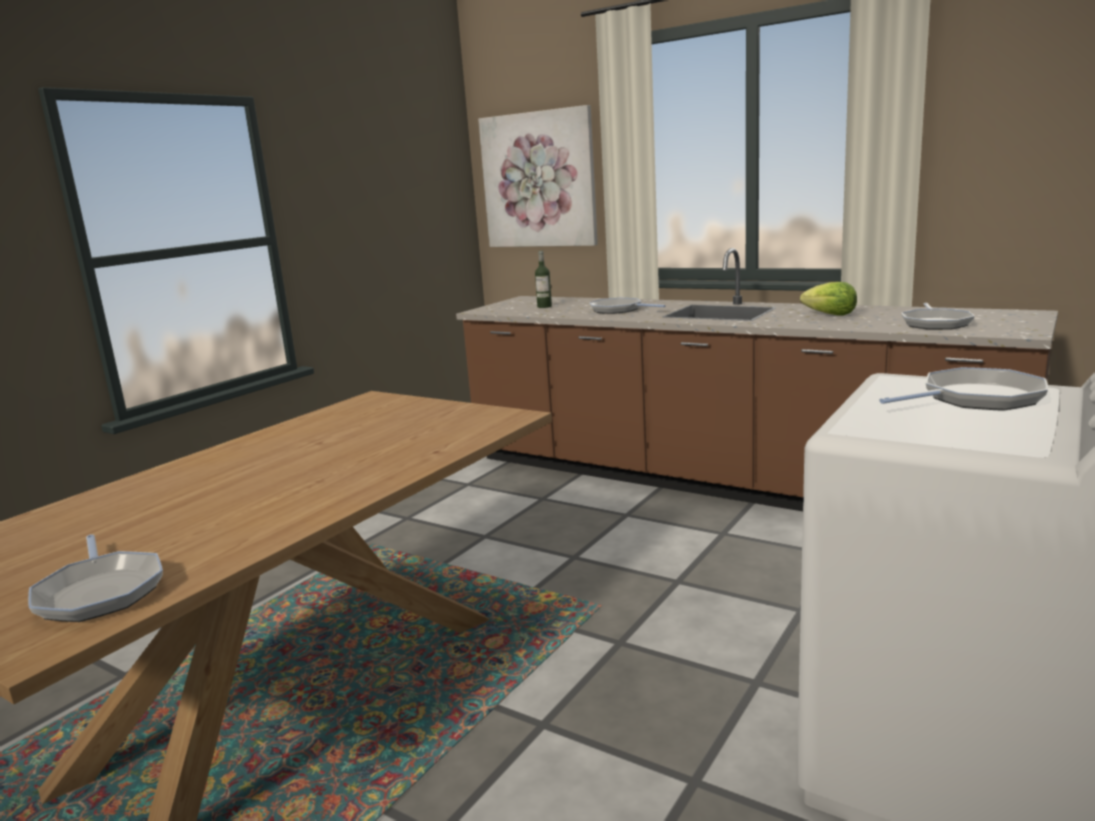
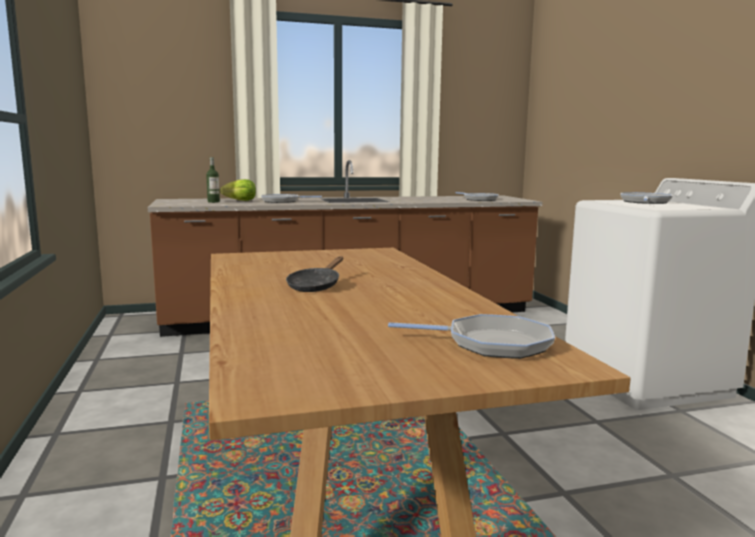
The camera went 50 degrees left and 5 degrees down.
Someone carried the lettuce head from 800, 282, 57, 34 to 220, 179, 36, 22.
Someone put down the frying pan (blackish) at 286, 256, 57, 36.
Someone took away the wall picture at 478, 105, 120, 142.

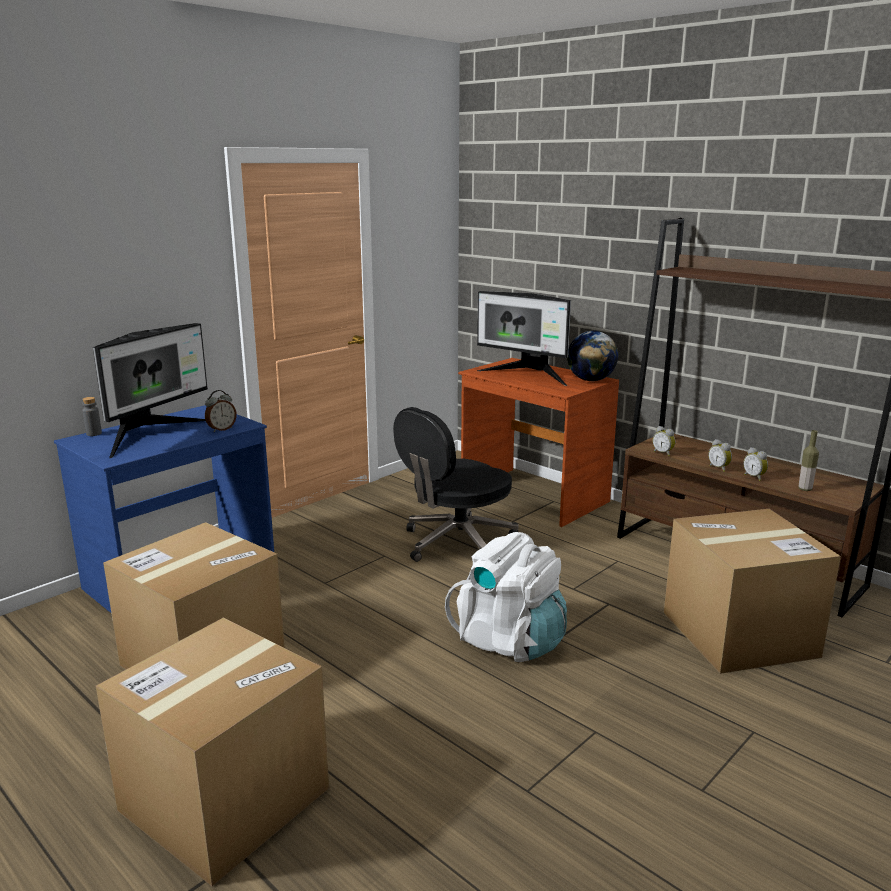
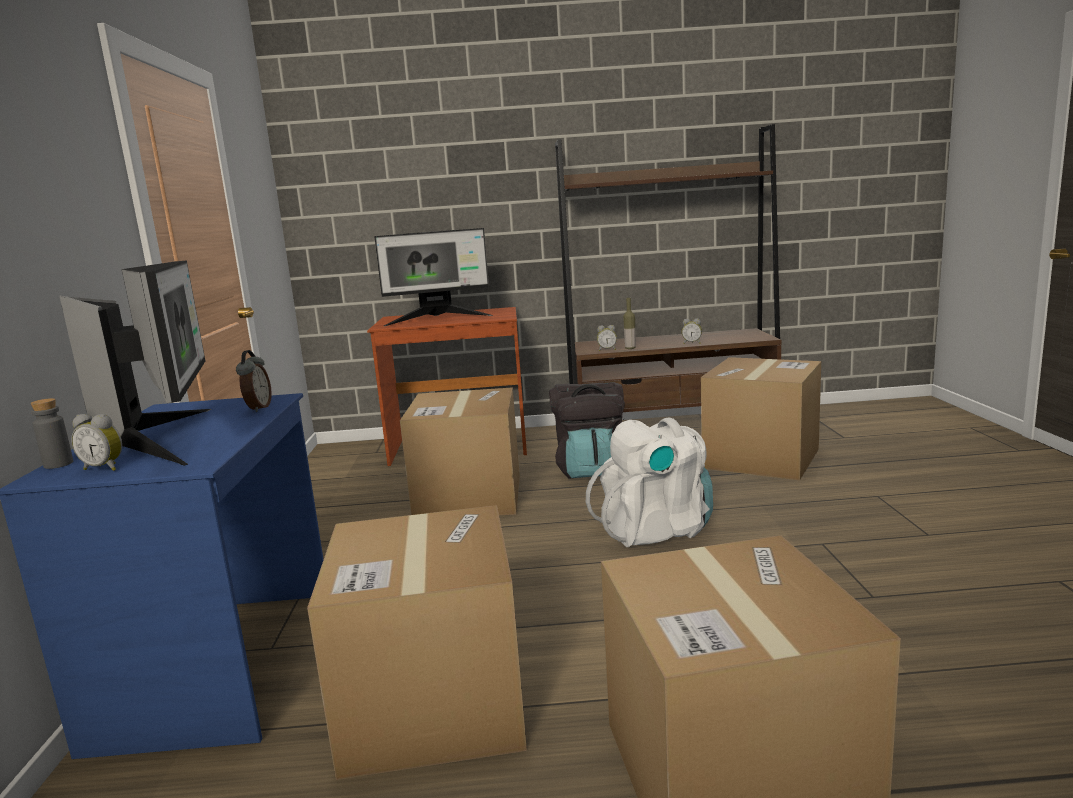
The camera went 45 degrees left and 5 degrees down.
Someone carried the alarm clock from 708, 439, 24, 33 to 71, 414, 51, 57.
Someone swapped the computer chair (blackish) at 393, 407, 126, 155 for the carton at 400, 387, 120, 128.
Someone put down the knapsack (blackish) at 549, 382, 76, 97.
Someone carried the drink bottle from 799, 430, 20, 61 to 623, 298, 13, 51.
Someone took away the globe at 567, 331, 51, 50.

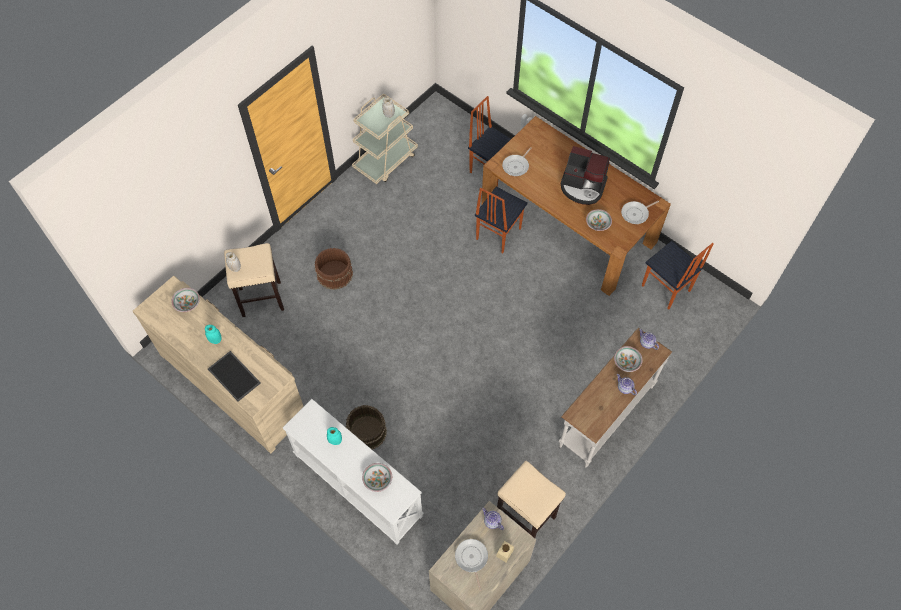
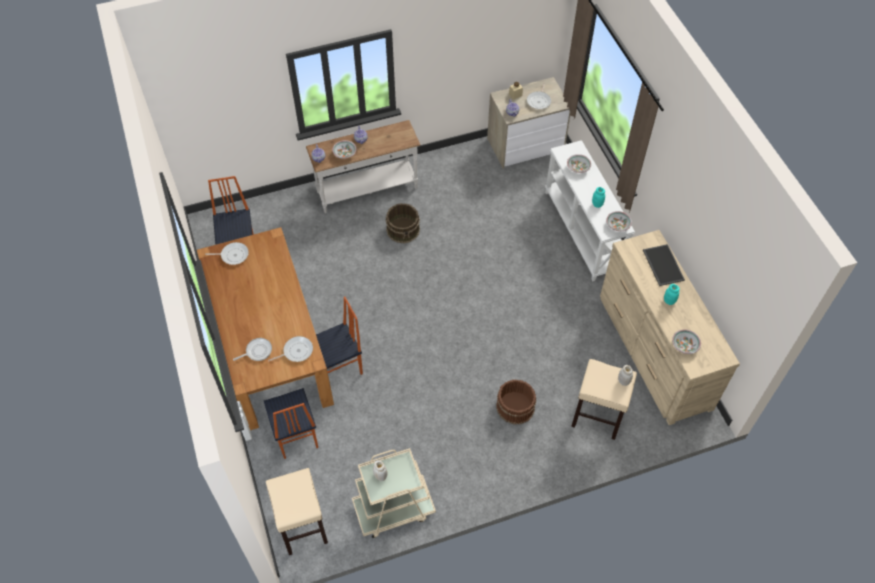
The camera went 150 degrees left and 5 degrees down.
Someone put down the frying pan at 233, 338, 39, 23.
Someone carried the stool (beige-coloured) from 497, 461, 69, 77 to 266, 468, 62, 87.
Someone carried the water bucket (brown-coloured) from 346, 405, 41, 44 to 385, 203, 35, 41.
Someone carried the serving bowl from 586, 209, 26, 22 to 606, 211, 26, 20.
Someone took away the coffee machine at 561, 146, 49, 59.

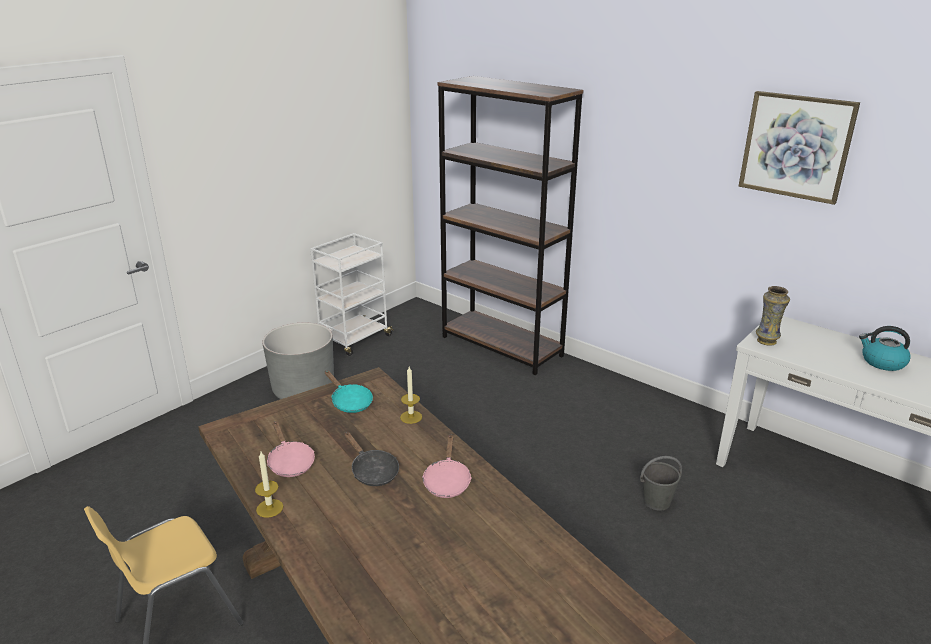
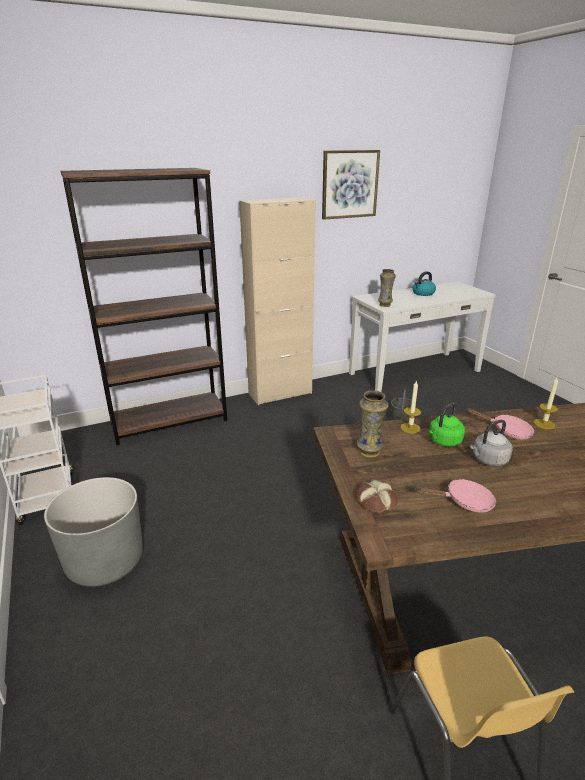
The camera went 65 degrees left and 0 degrees up.
Someone put down the cupboard (beige-coloured) at 239, 197, 77, 208.
Someone put down the bakery bread at 356, 480, 42, 33.
Someone swapped the frying pan (turquoise-coloured) at 325, 371, 48, 42 for the flower vase at 357, 390, 31, 68.
Someone put down the water kettle (green) at 429, 402, 36, 45.
Someone swapped the frying pan (blackish) at 344, 432, 55, 54 for the water kettle (grey) at 470, 420, 43, 46.
Someone carried the wax candle from 255, 452, 28, 66 to 534, 377, 24, 52.

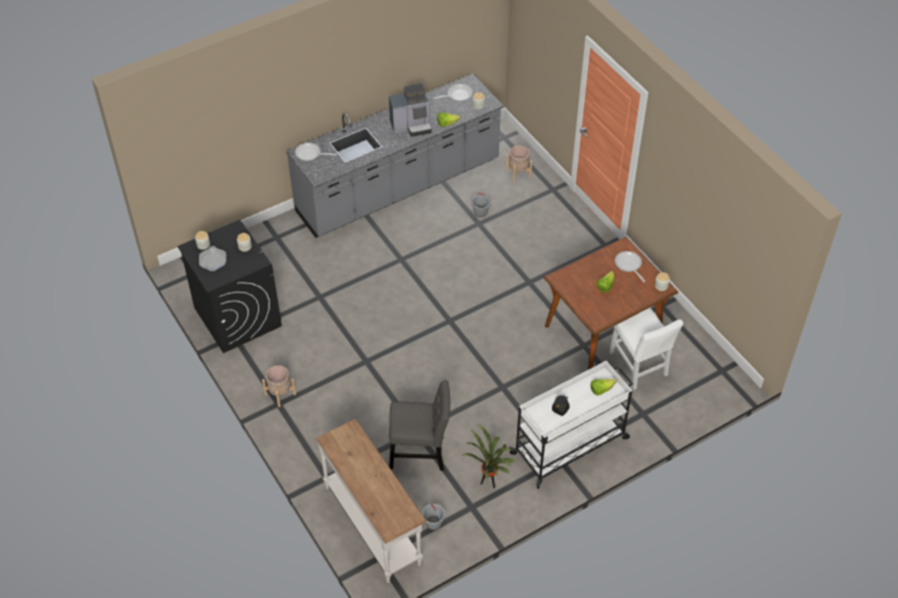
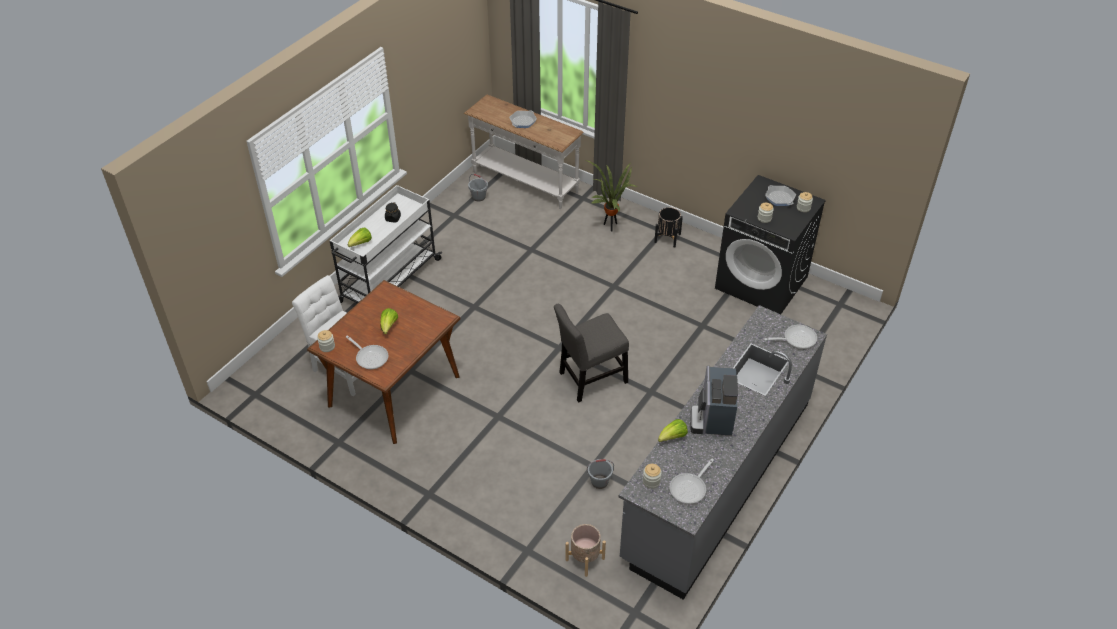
The camera went 155 degrees right and 5 degrees down.
Someone put down the frying pan at 509, 111, 28, 17.
Someone carried the upright chair (grey) from 389, 380, 62, 91 to 554, 304, 75, 99.
Someone carried the potted plant from 462, 424, 53, 65 to 586, 160, 52, 72.
Someone repainted the flower pot (beige-coloured) at 262, 365, 34, 42, which became the flower pot (blackish) at 654, 207, 29, 41.
Someone rotated the coffee machine at 389, 84, 43, 53 by 45 degrees counterclockwise.

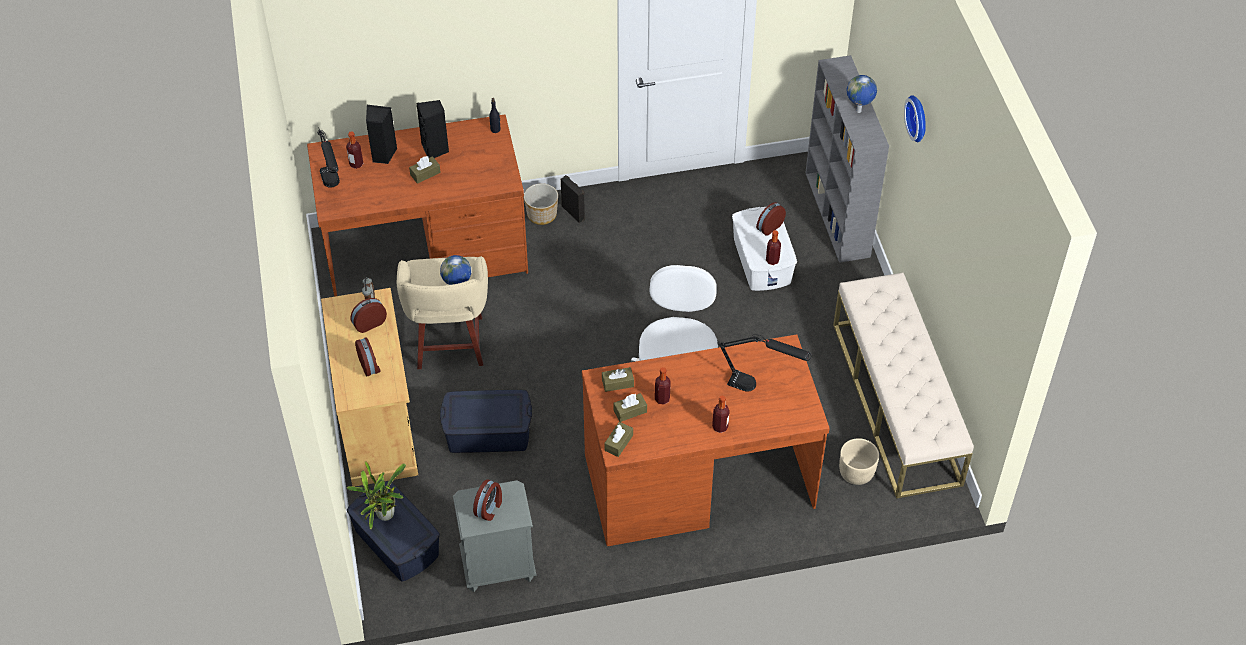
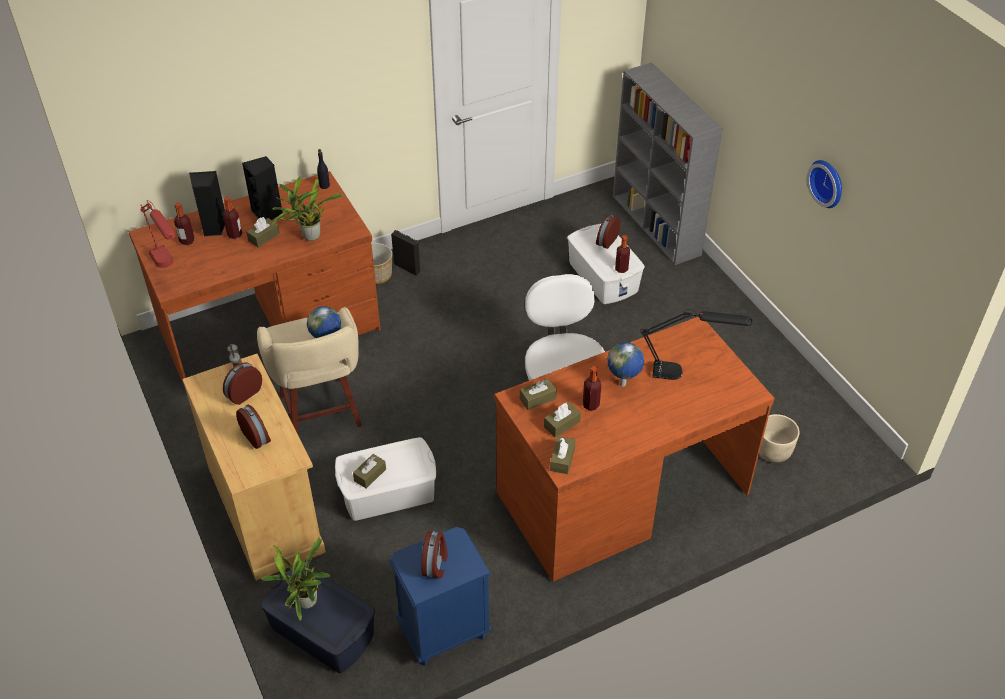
The camera went 15 degrees left and 5 degrees down.
Someone repainted the table lamp (blackish) at 317, 129, 23, 59, which became the table lamp (red-coloured) at 140, 200, 36, 68.
Someone carried the drink bottle from 712, 395, 18, 38 to 223, 197, 19, 42.
Someone put down the potted plant at 272, 177, 71, 64.
Someone repainted the storage container (blue) at 440, 390, 92, 63, which became the storage container (whitish) at 335, 437, 101, 84.
Someone put down the box of tissues (brown-coloured) at 353, 454, 33, 34.
Someone repainted the bedside table (grey) at 453, 480, 83, 112, which became the bedside table (blue) at 389, 527, 102, 139.
Someone carried the globe from 847, 75, 30, 38 to 607, 342, 37, 45.
Someone carried the clock on the wall from 904, 95, 22, 47 to 807, 160, 35, 48.
Someone took away the bench (beige-coloured) at 833, 273, 141, 225.

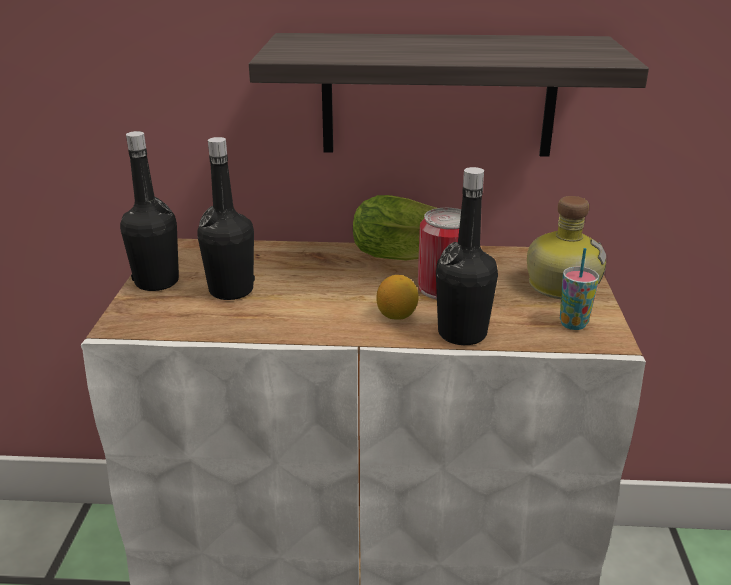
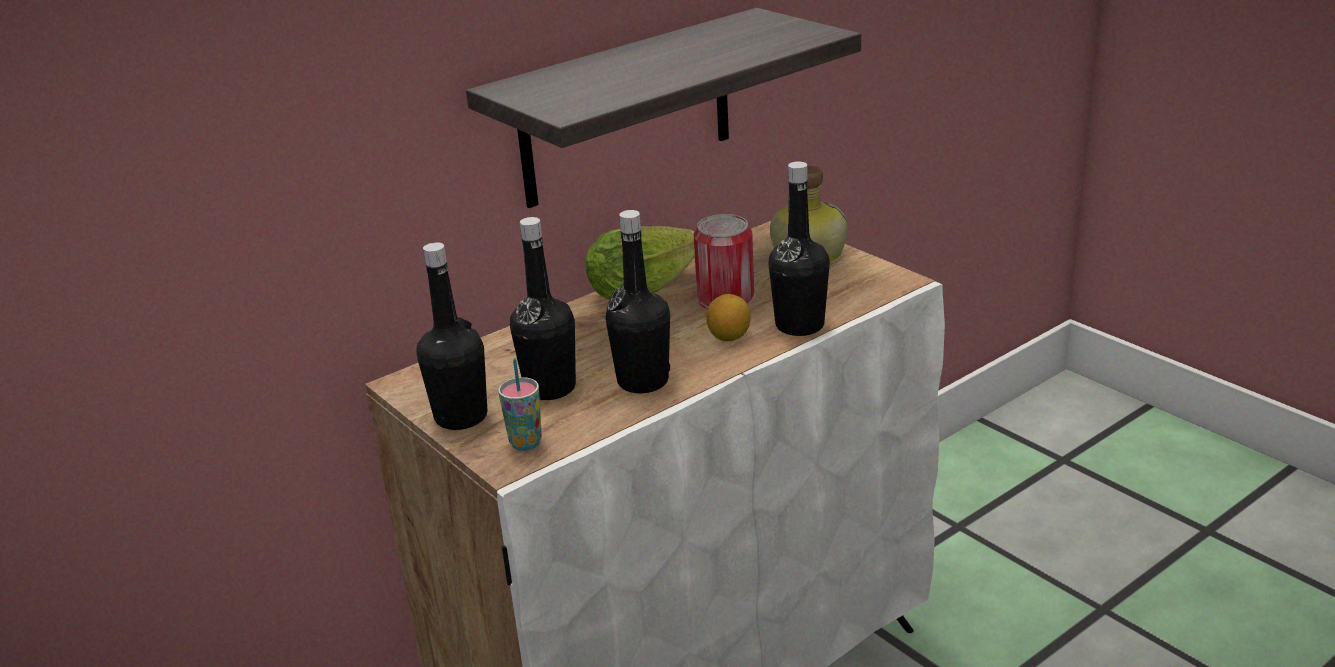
The camera went 40 degrees left and 0 degrees up.
Someone carried the cup from 560, 248, 39, 82 to 498, 358, 44, 93.
Someone put down the drink bottle (blackish) at 605, 210, 65, 183.

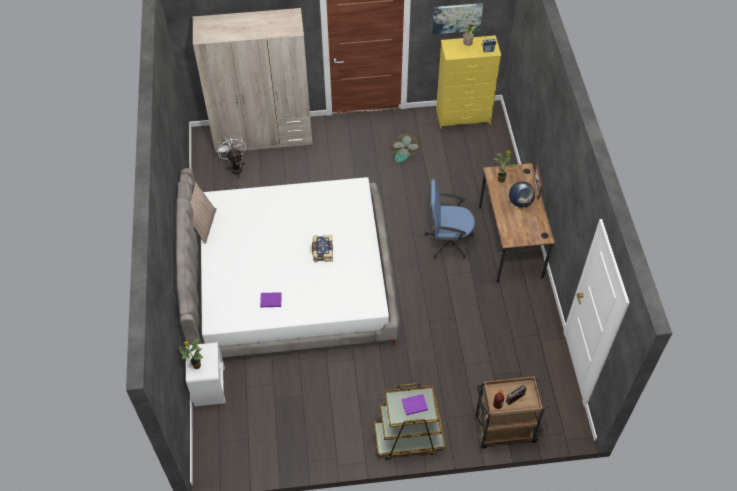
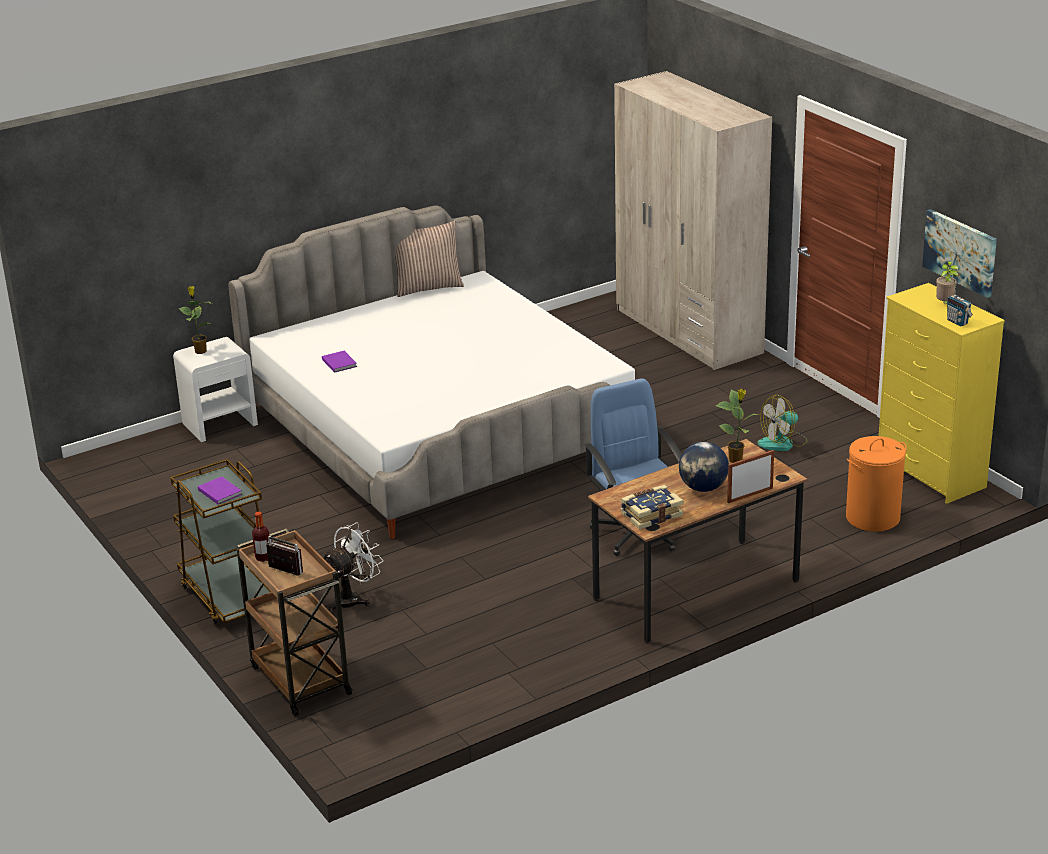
The camera went 65 degrees right and 25 degrees down.
Someone carried the fan (whitish) from 217, 135, 29, 43 to 323, 522, 60, 91.
Someone carried the volume from 312, 235, 21, 27 to 620, 485, 63, 45.
Someone put down the hamper (orange-coloured) at 846, 436, 61, 96.

